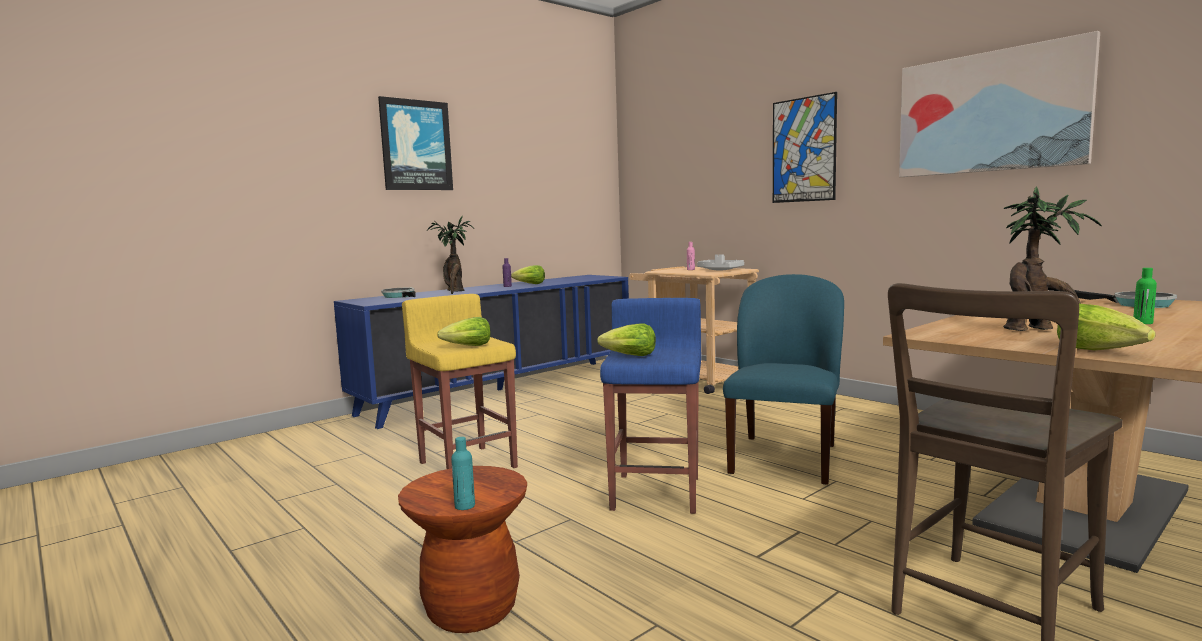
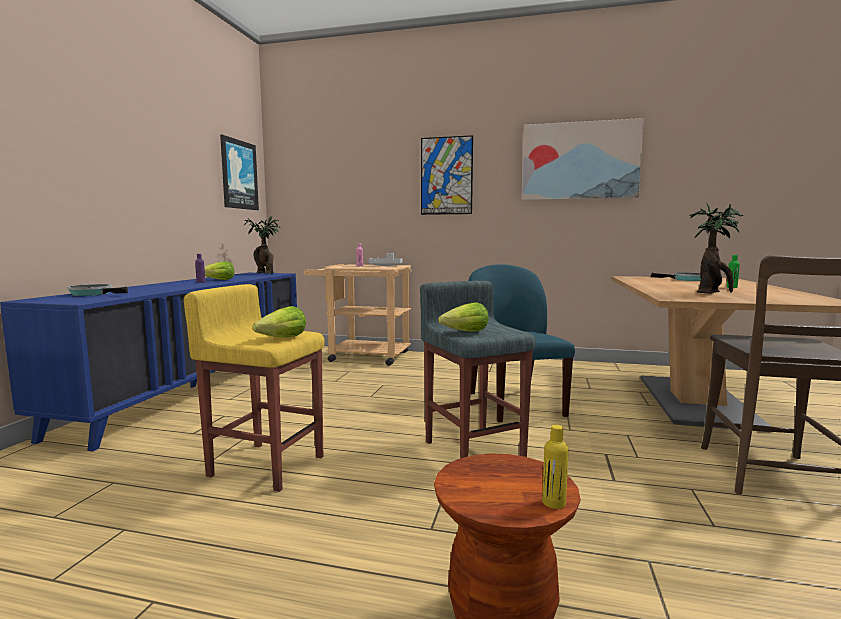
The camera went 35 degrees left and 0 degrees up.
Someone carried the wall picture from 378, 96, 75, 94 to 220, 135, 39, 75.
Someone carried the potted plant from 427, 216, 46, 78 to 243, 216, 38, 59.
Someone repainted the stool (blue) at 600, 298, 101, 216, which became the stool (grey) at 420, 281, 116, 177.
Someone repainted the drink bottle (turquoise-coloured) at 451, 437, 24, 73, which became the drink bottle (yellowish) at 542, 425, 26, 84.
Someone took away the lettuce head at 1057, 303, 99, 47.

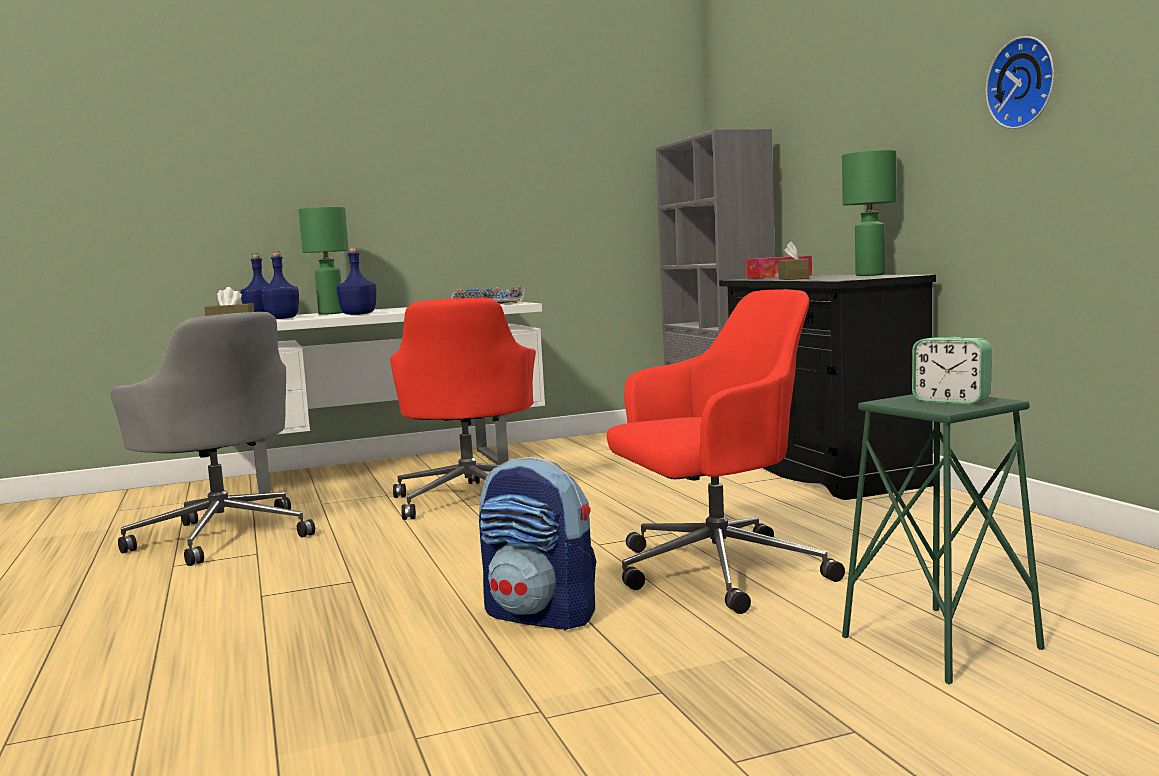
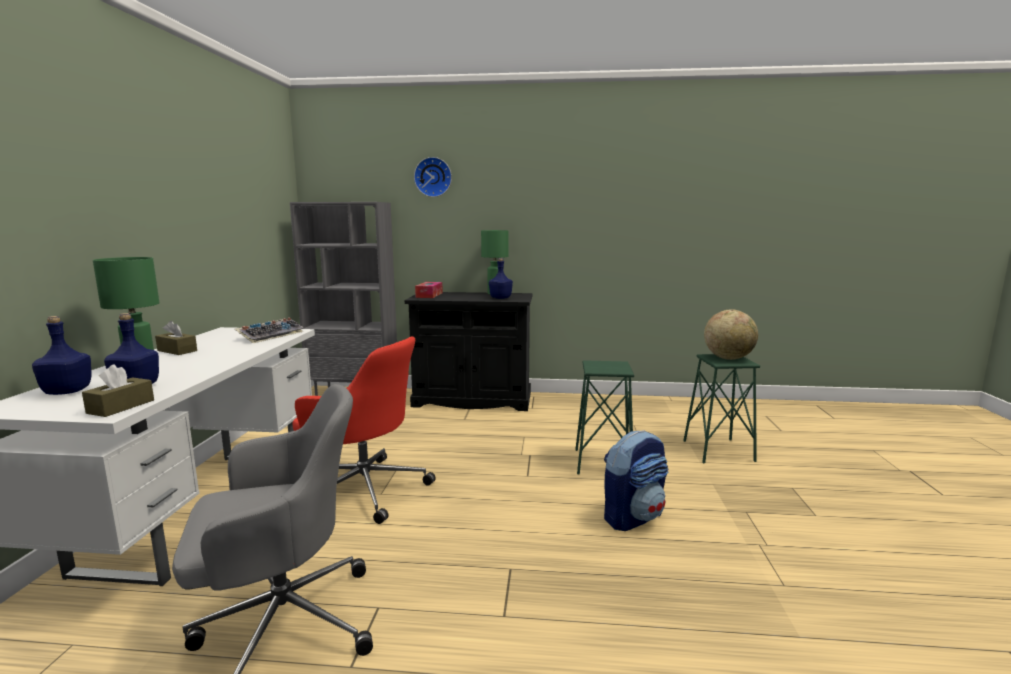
The camera went 65 degrees left and 5 degrees up.
Someone carried the box of tissues (brown-coloured) from 778, 241, 31, 39 to 155, 321, 42, 34.
Someone carried the clock on the wall from 985, 36, 69, 93 to 414, 157, 38, 40.
Someone carried the drink bottle (blue) from 336, 248, 40, 67 to 489, 258, 24, 41.
Someone swapped the computer chair (red-coloured) at 607, 289, 238, 325 for the stool (green) at 575, 360, 59, 115.
Someone swapped the alarm clock at 912, 337, 80, 67 for the globe at 704, 309, 54, 51.

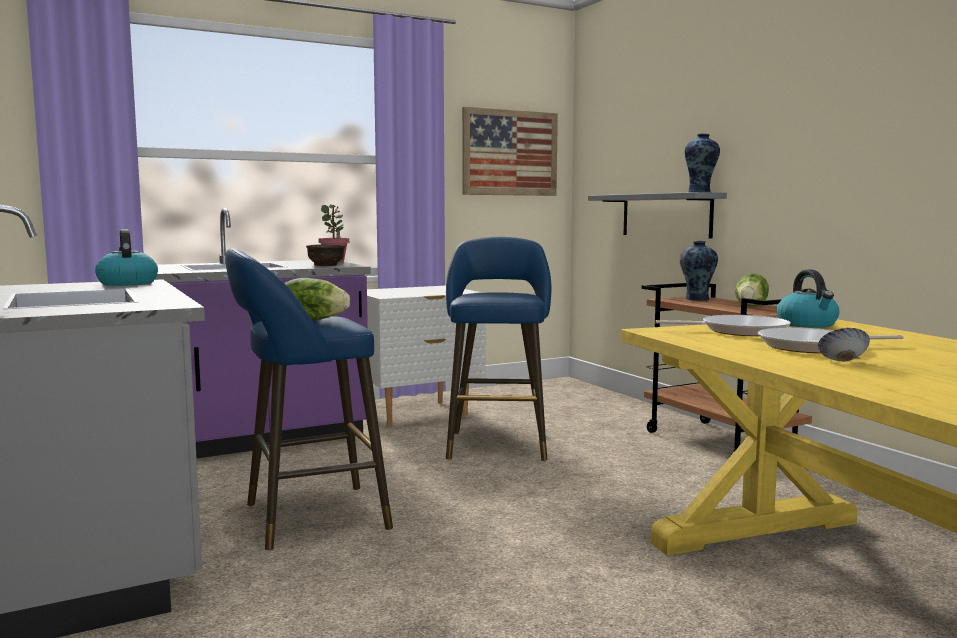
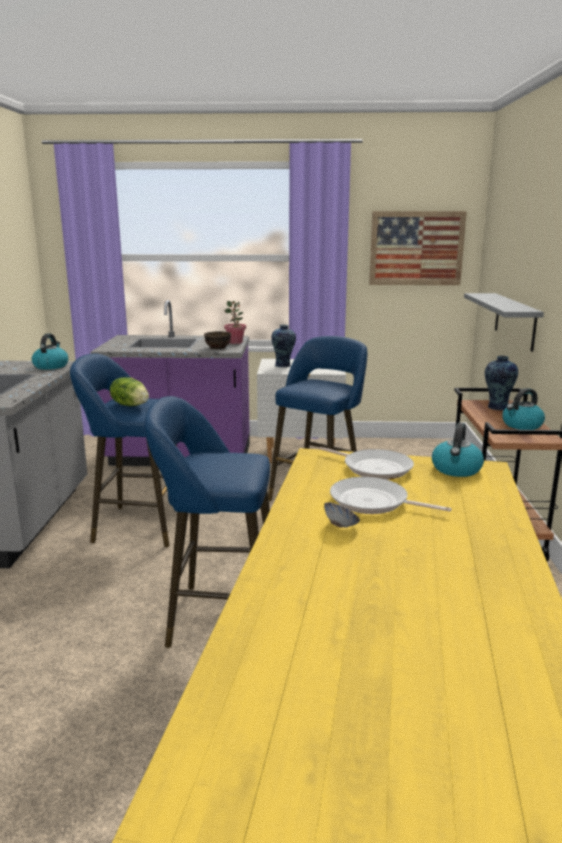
The camera went 30 degrees right and 10 degrees up.
Someone put down the stool (blue) at 144, 396, 126, 252.
Someone carried the flower vase from 684, 133, 36, 59 to 271, 325, 25, 42.
Someone swapped the lettuce head at 735, 274, 34, 32 for the water kettle at 502, 388, 43, 42.

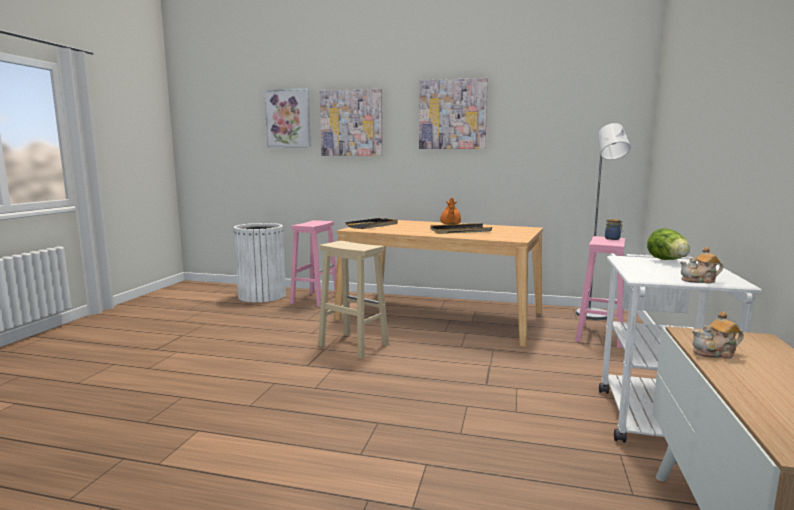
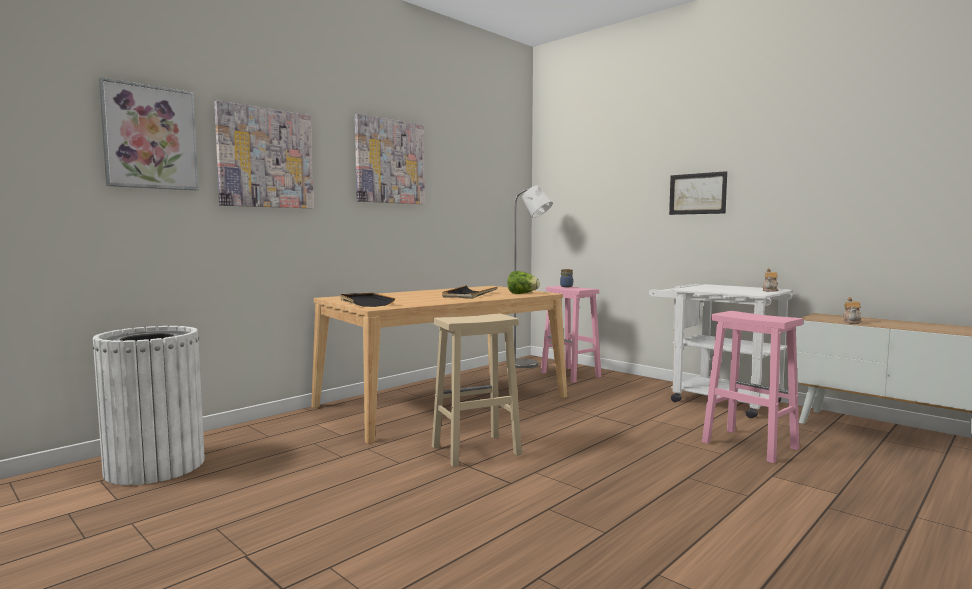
The camera went 60 degrees left and 5 degrees down.
Someone carried the lettuce head from 647, 228, 43, 32 to 507, 271, 33, 23.
Someone put up the wall picture at 669, 171, 58, 44.
Someone carried the stool (pinkish) from 290, 220, 47, 87 to 702, 311, 101, 152.
Someone took away the tea pot (orange-coloured) at 440, 198, 21, 27.

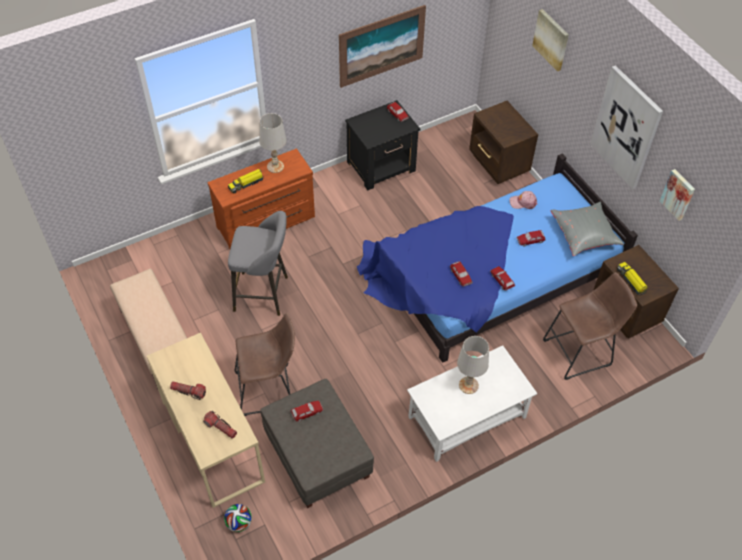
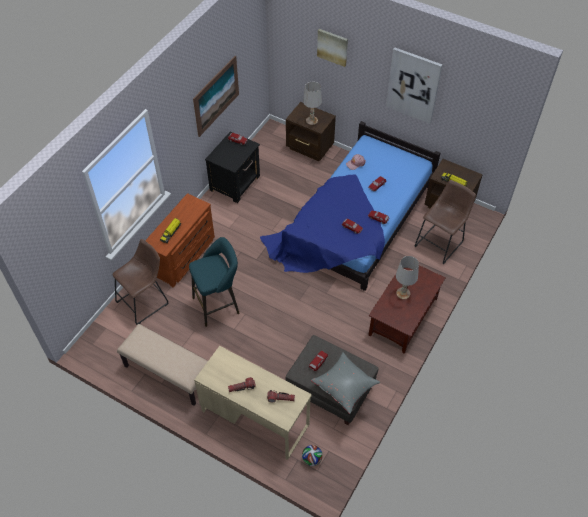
The camera went 30 degrees left and 0 degrees up.
Someone carried the stool (brown-coloured) from 235, 313, 60, 103 to 112, 239, 56, 86.
Someone repainted the stool (grey) at 228, 211, 60, 105, which became the stool (turquoise-coloured) at 189, 237, 51, 90.
Someone carried the table lamp (whitish) from 259, 113, 28, 60 to 303, 82, 19, 43.
Someone carried the pillow (grey) from 551, 202, 73, 54 to 311, 352, 69, 62.
Someone repainted the low table (whitish) at 407, 346, 130, 116, which became the low table (brown-coloured) at 369, 265, 77, 89.
Someone took away the wall picture at 660, 169, 35, 52.

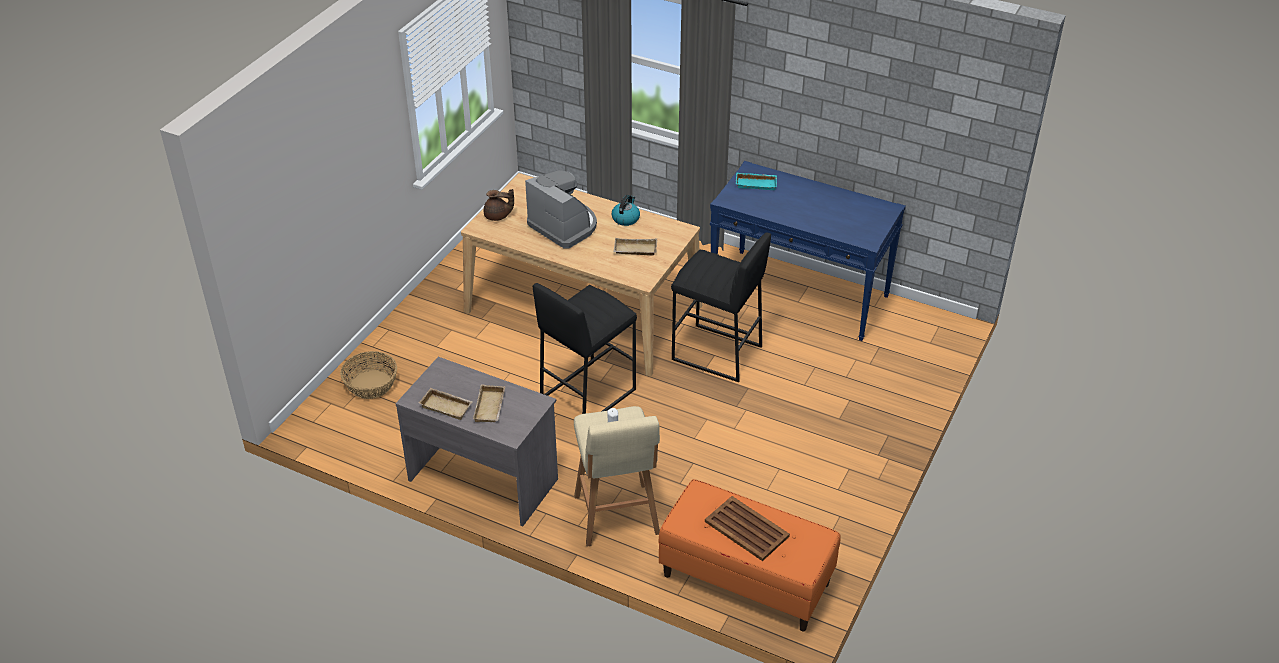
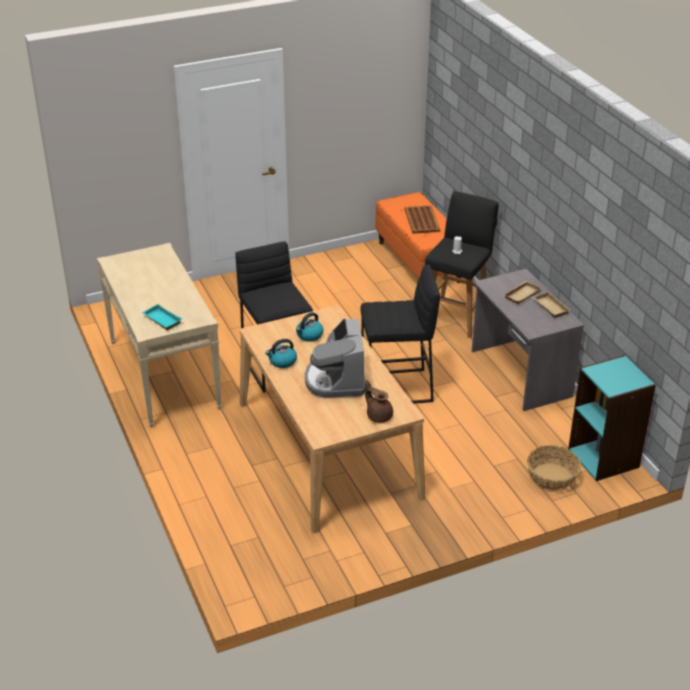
The camera went 140 degrees left and 5 degrees down.
Someone repainted the narrow table (blue) at 710, 161, 196, 180, which became the narrow table (beige-coloured) at 97, 243, 125, 185.
Someone swapped the carrying tray (beige-coloured) at 613, 238, 44, 18 for the water kettle at 296, 312, 27, 30.
Someone repainted the stool (beige-coloured) at 574, 406, 86, 141, which became the stool (blackish) at 425, 191, 74, 147.
Someone put down the bookcase (turquoise-coloured) at 568, 355, 88, 126.

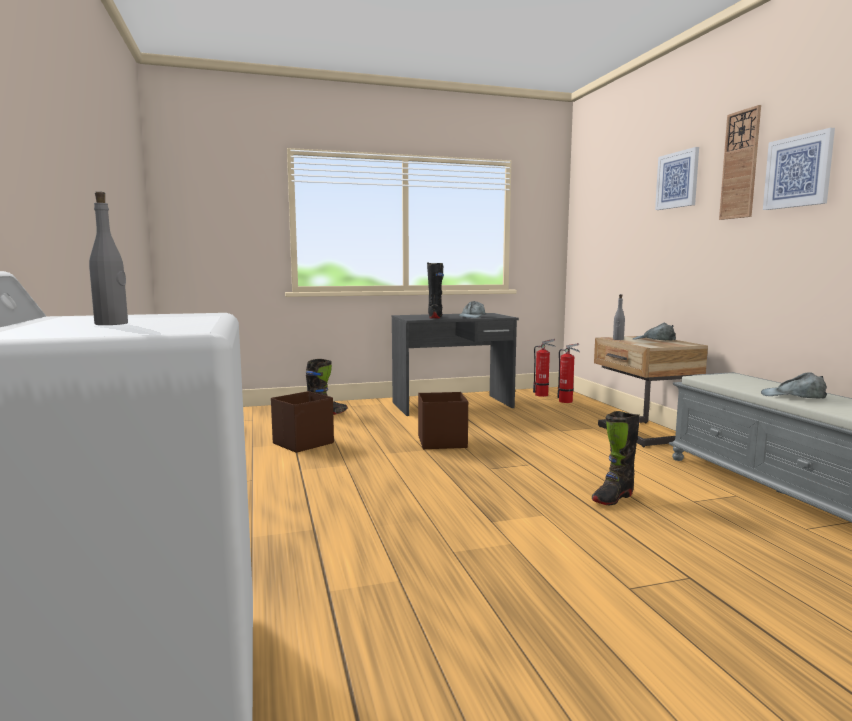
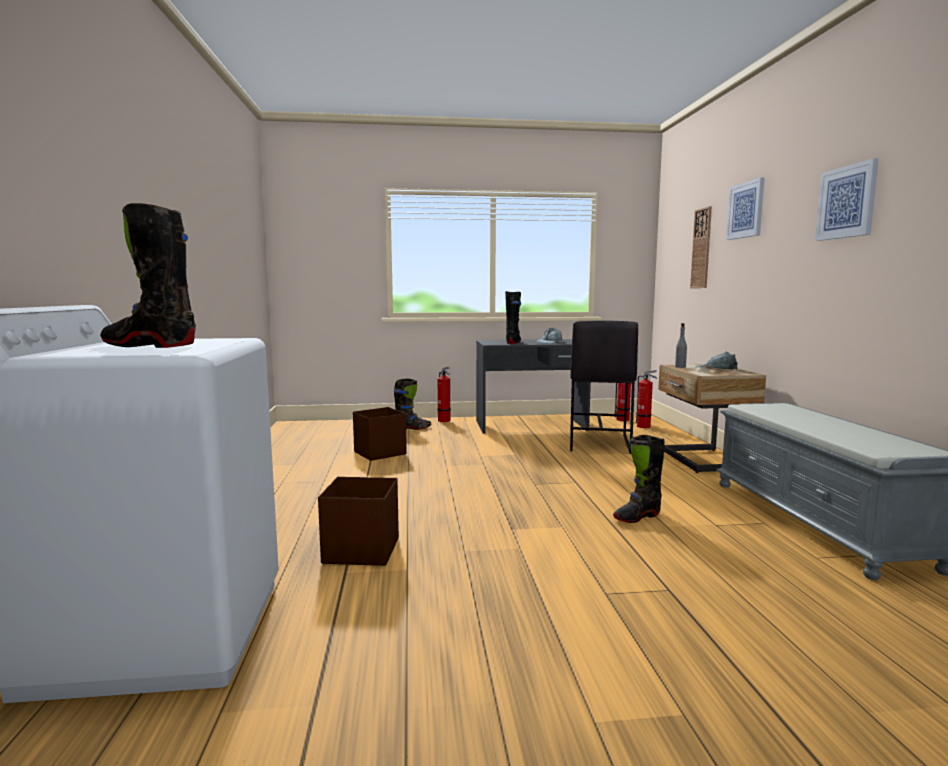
The camera went 10 degrees right and 0 degrees up.
Someone swapped the drink bottle (grey) at 89, 191, 39, 134 for the high-top boot (blackish) at 100, 203, 96, 145.
Someone carried the storage container (brown-coloured) from 418, 392, 50, 57 to 318, 477, 81, 89.
Someone put down the fire-fighting cylinder at 437, 367, 14, 55.
Someone put down the stool (grey) at 570, 320, 68, 134.
Someone carried the clock on the wall from 719, 105, 42, 115 to 690, 206, 22, 82.
Someone took away the baseball cap (grey) at 761, 372, 66, 27.

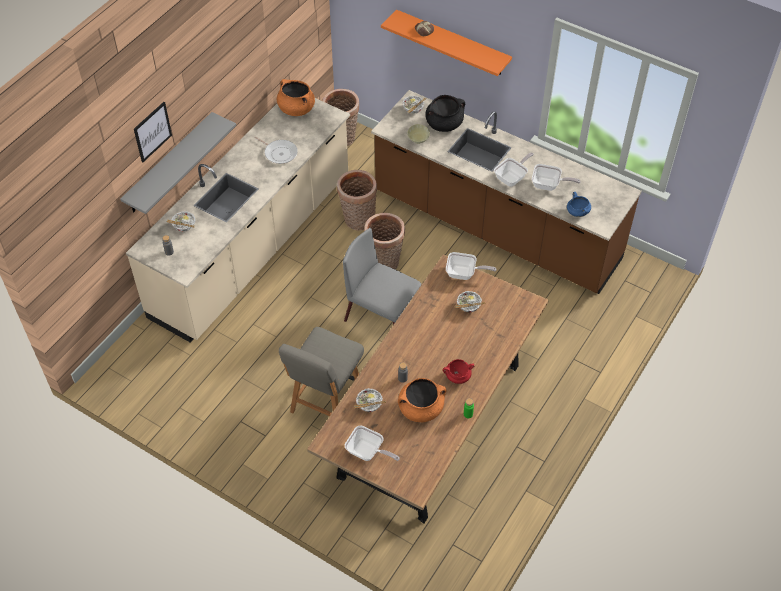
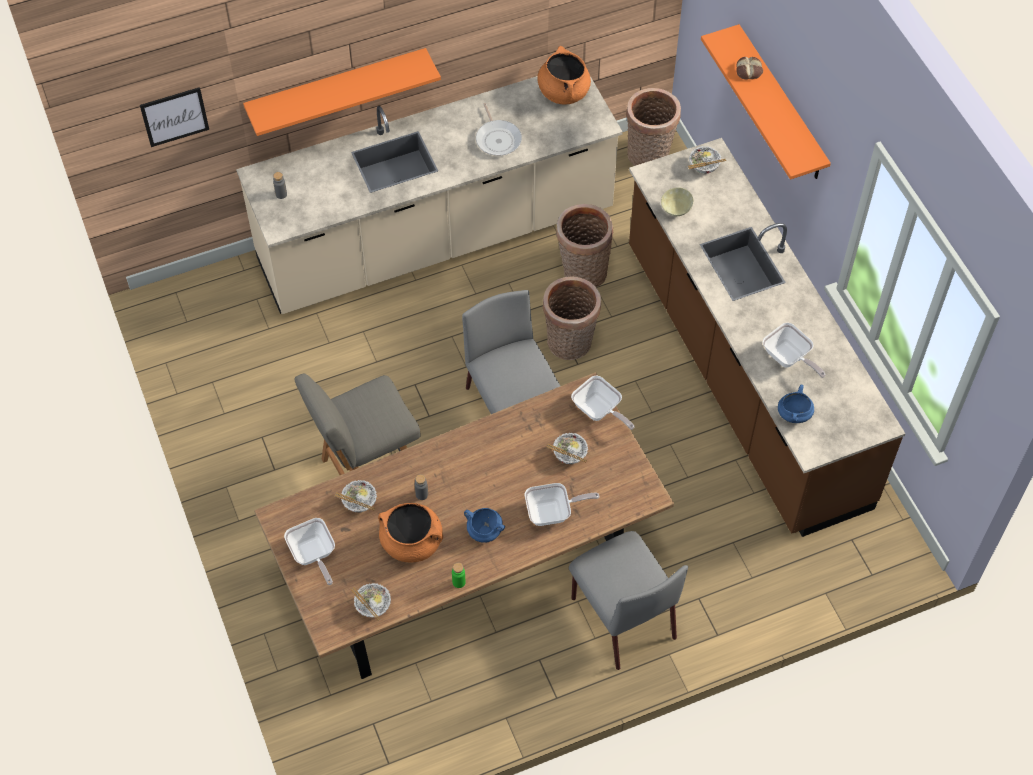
The camera went 35 degrees right and 5 degrees up.
Someone carried the wall picture from 134, 102, 38, 60 to 140, 87, 69, 60.
Someone repainted the bracket shelf (grey) at 120, 112, 116, 102, which became the bracket shelf (orange-coloured) at 243, 48, 198, 88.
Someone carried the serving bowl from 167, 211, 29, 20 to 350, 583, 41, 38.
Someone repainted the saucepot (red-coloured) at 443, 359, 31, 25, which became the saucepot (blue) at 464, 508, 41, 35.
Someone carried the frying pan from 494, 153, 40, 34 to 525, 483, 74, 43.
Someone put down the upright chair (grey) at 569, 531, 119, 139.
Someone took away the saucepot (blackish) at 425, 95, 40, 37.

